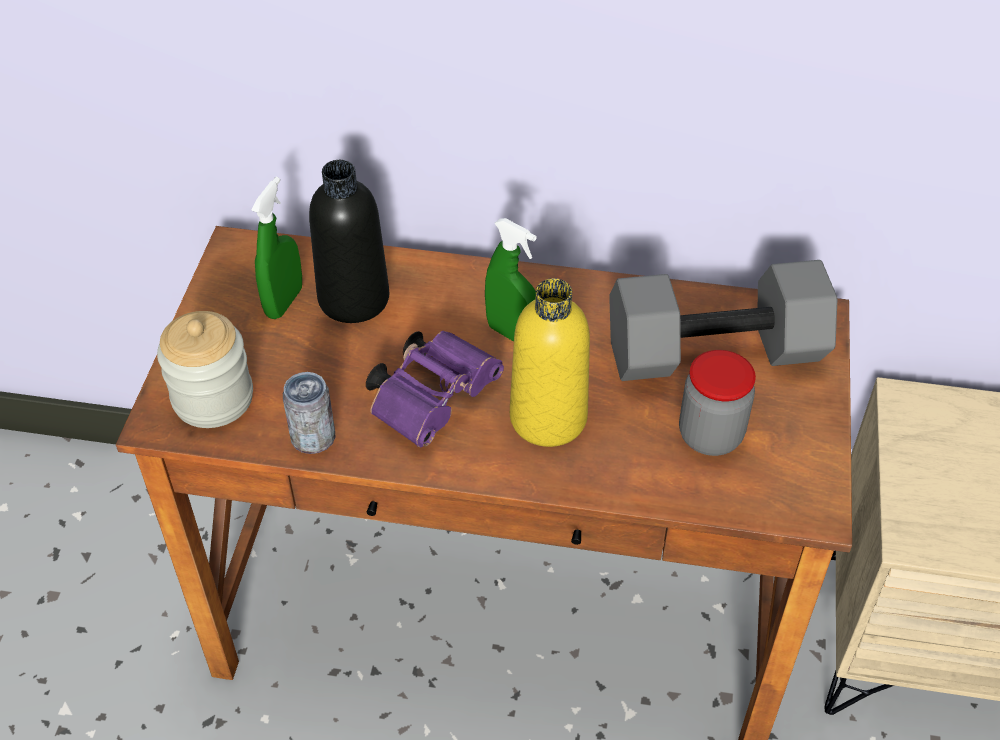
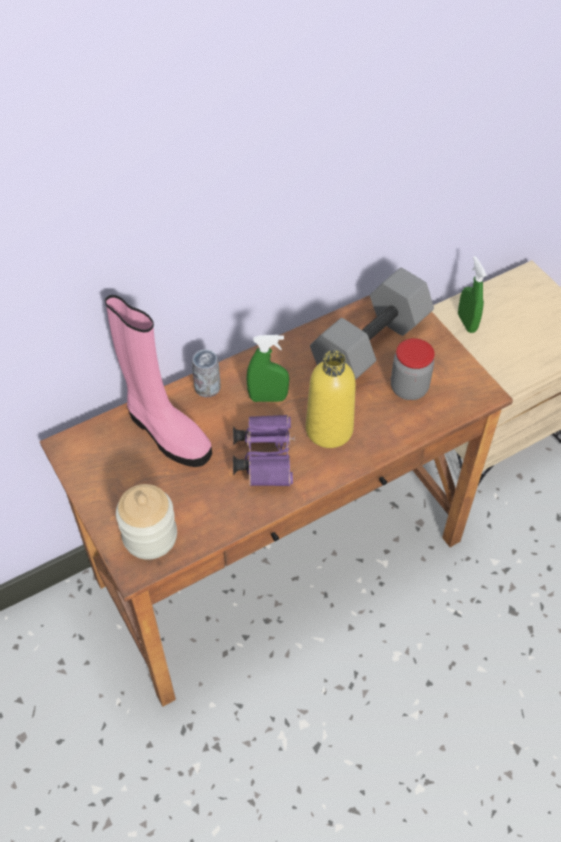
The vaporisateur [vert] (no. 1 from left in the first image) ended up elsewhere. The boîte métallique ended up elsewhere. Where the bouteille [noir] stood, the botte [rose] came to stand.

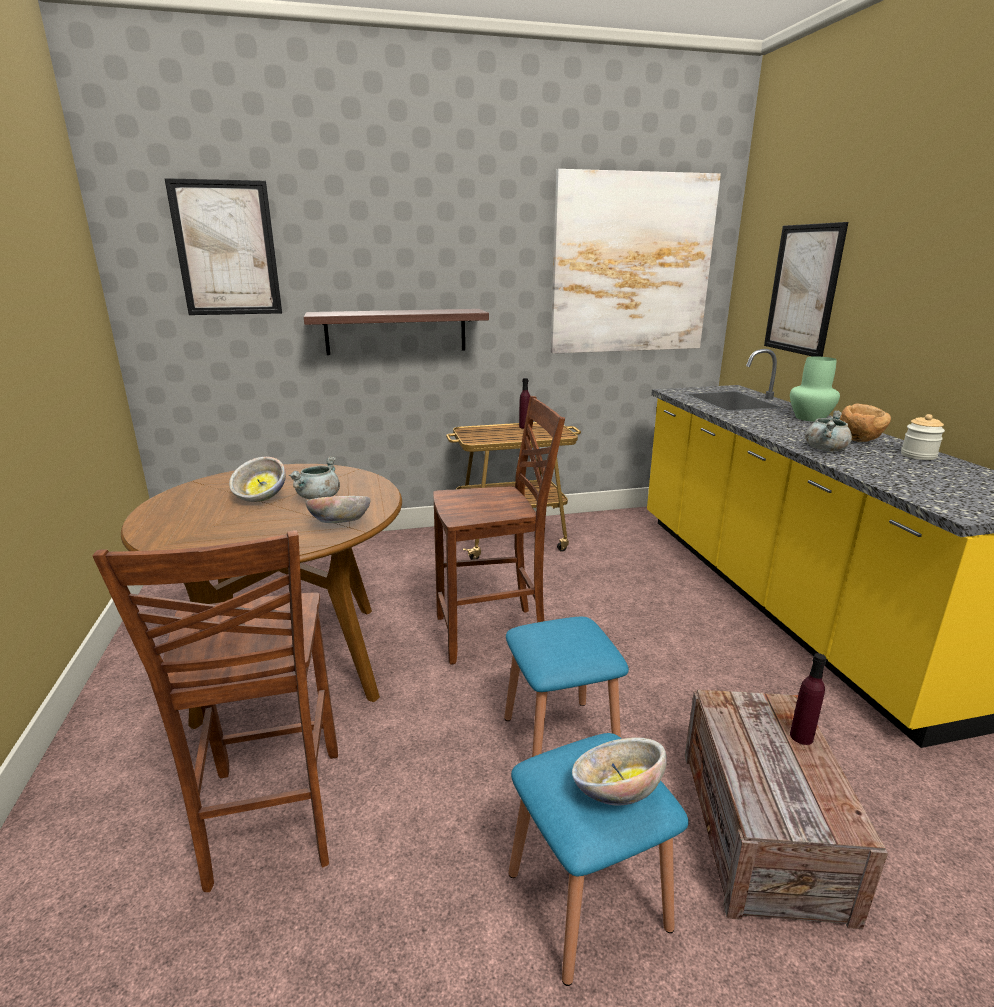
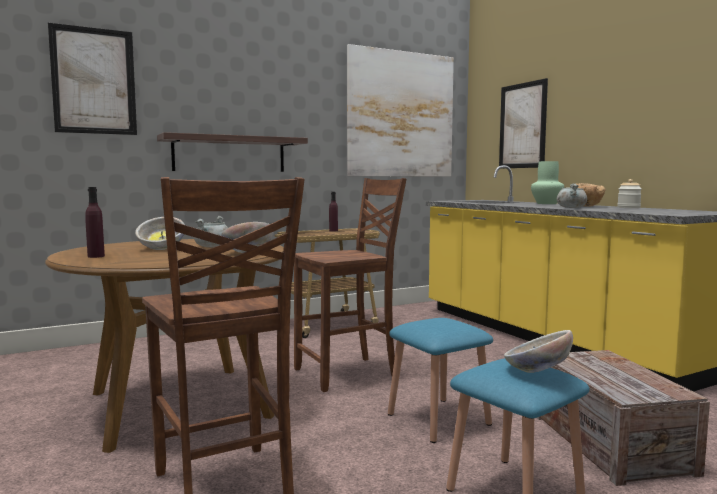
The bouteille [violet] (no. 2 from left in the first image) ended up elsewhere.

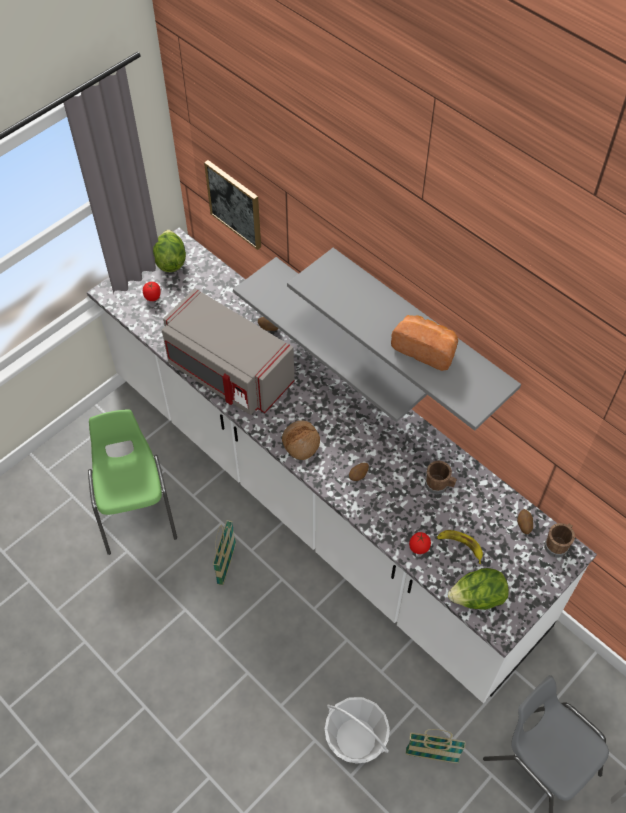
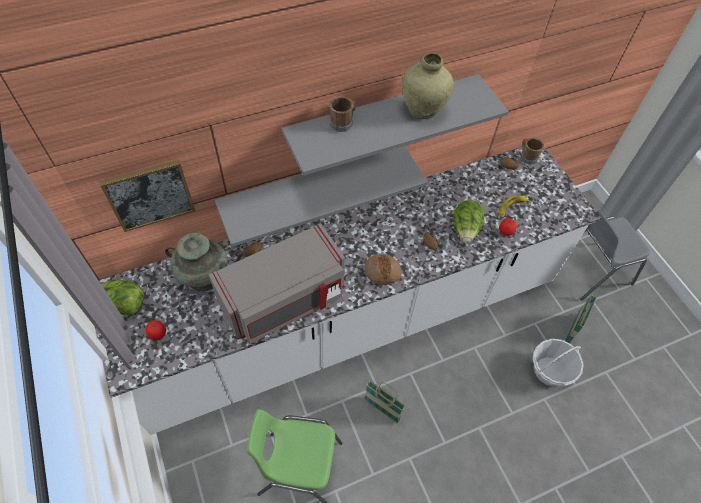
The second view gained the vase [turquoise]. The mug [marron] (no. 1 from left) ended up elsewhere. The laitue (no. 2 from left) ended up elsewhere. Where the pain (no. 2 from left) stood, the vase [beige] came to stand.

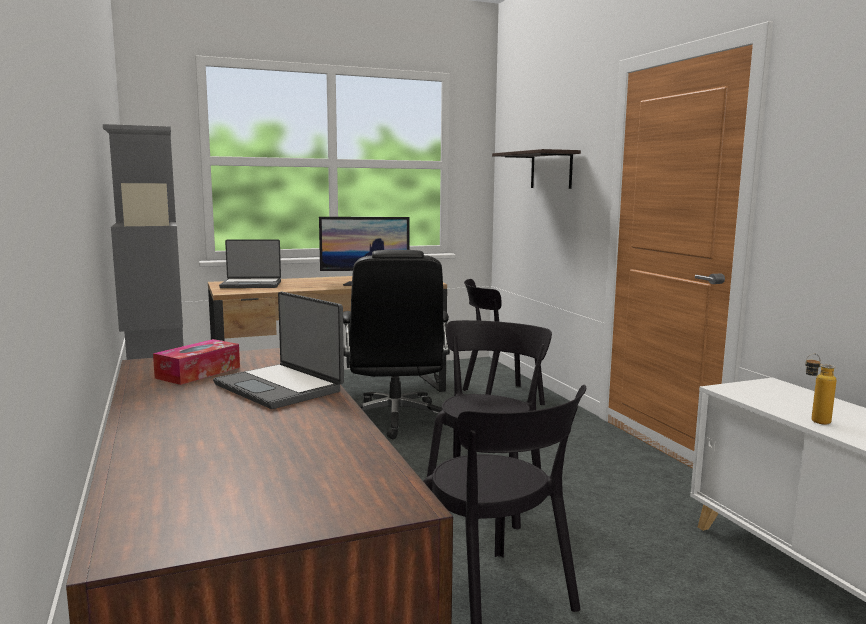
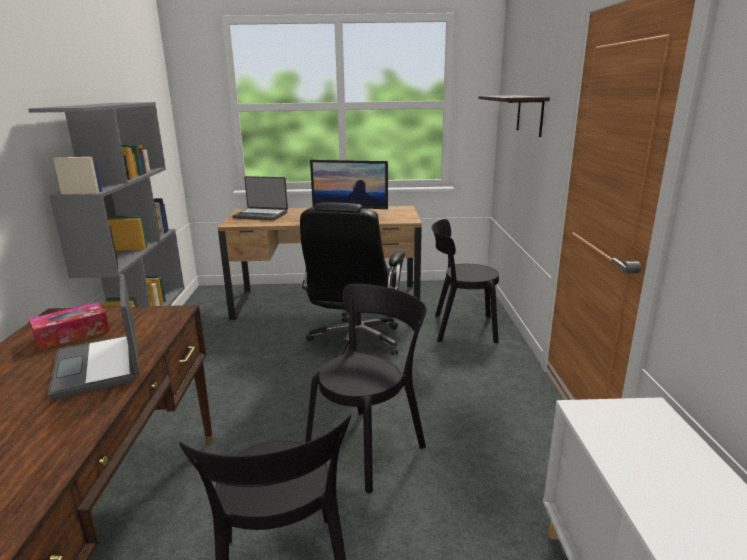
The second view lost the bouteille.

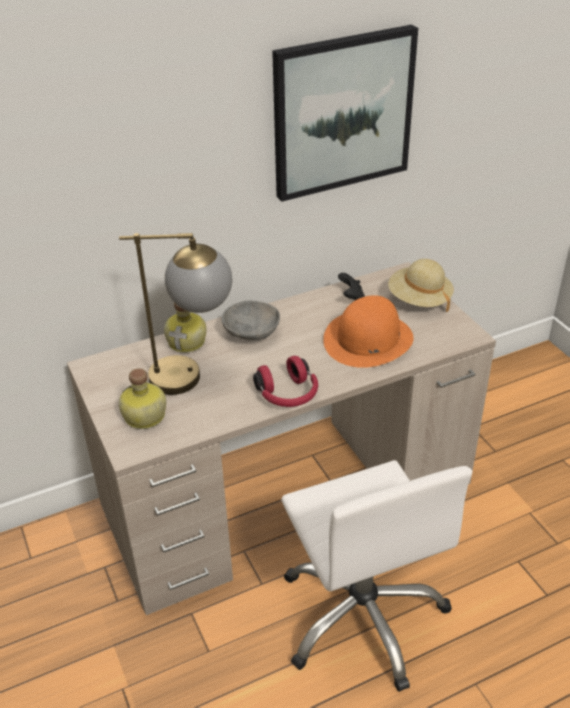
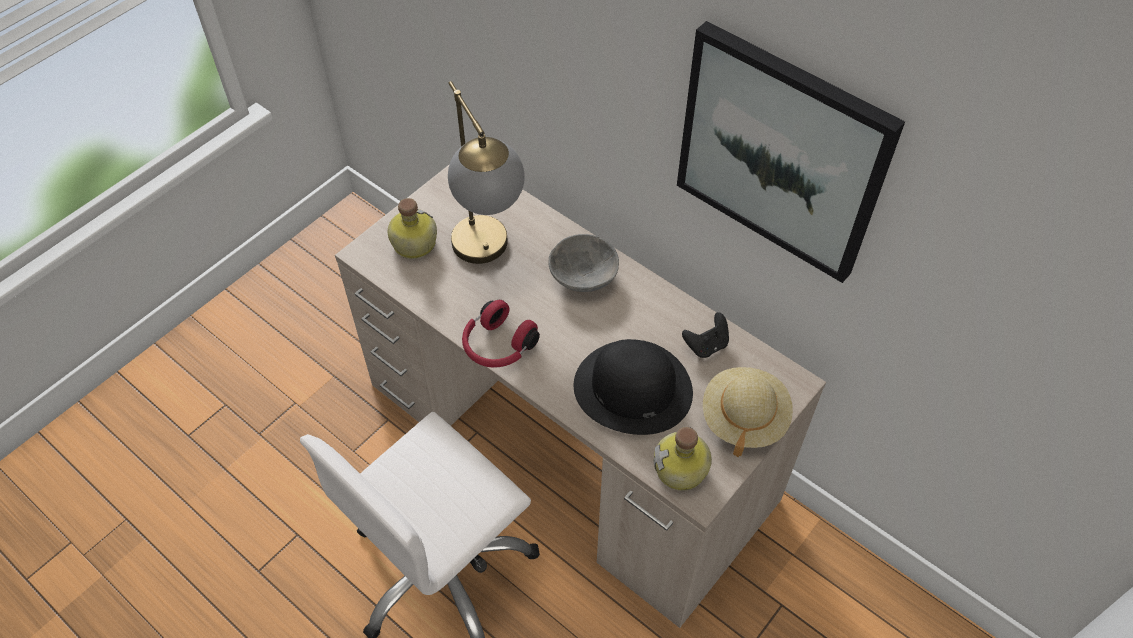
The bouteille (no. 2 from left) ended up elsewhere. What was the chapeau [orange] turned into the chapeau [noir].

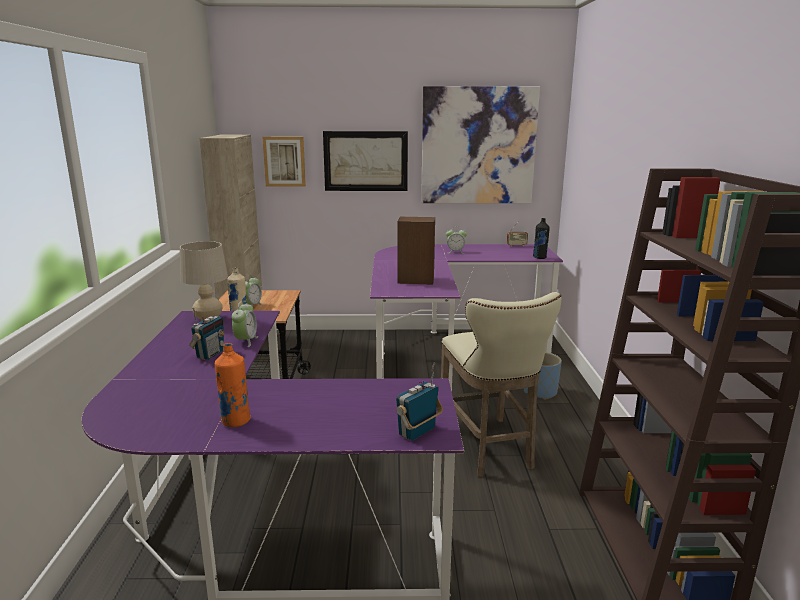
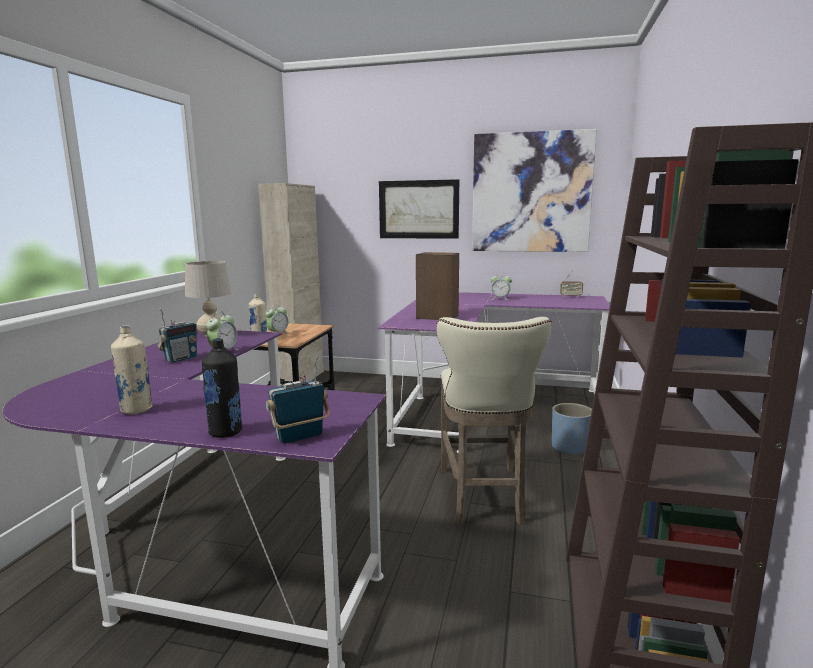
The second view lost the tableau (no. 1 from left). The bouteille [noir] ended up elsewhere. What was the bouteille [orange] turned into the bouteille [beige] (no. 1 from left).

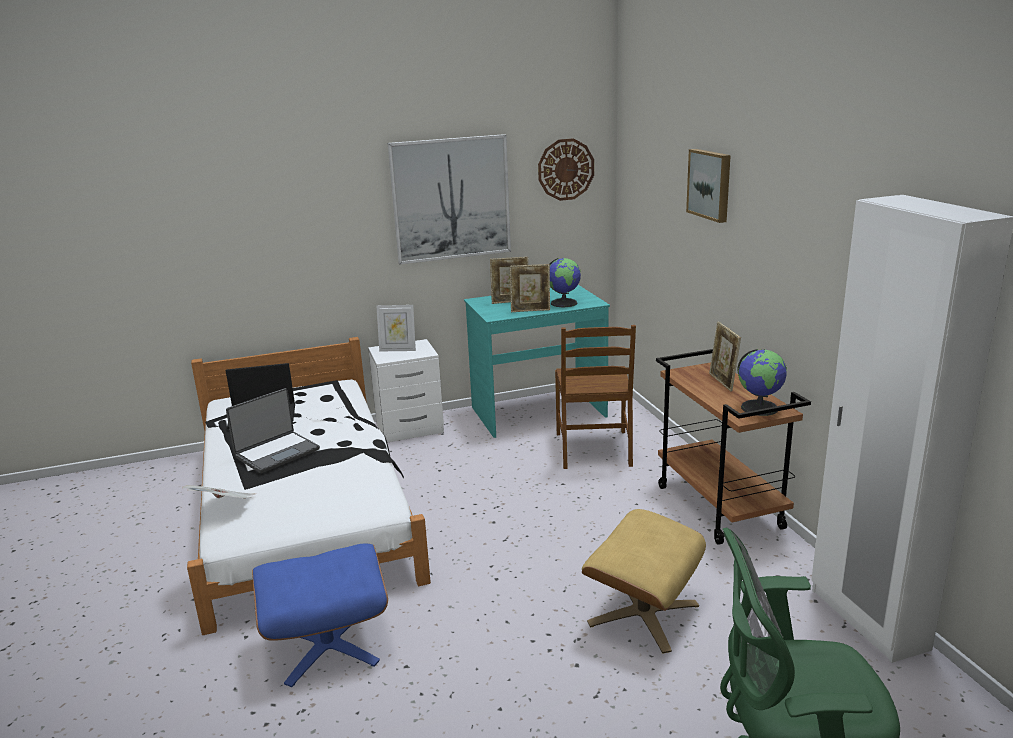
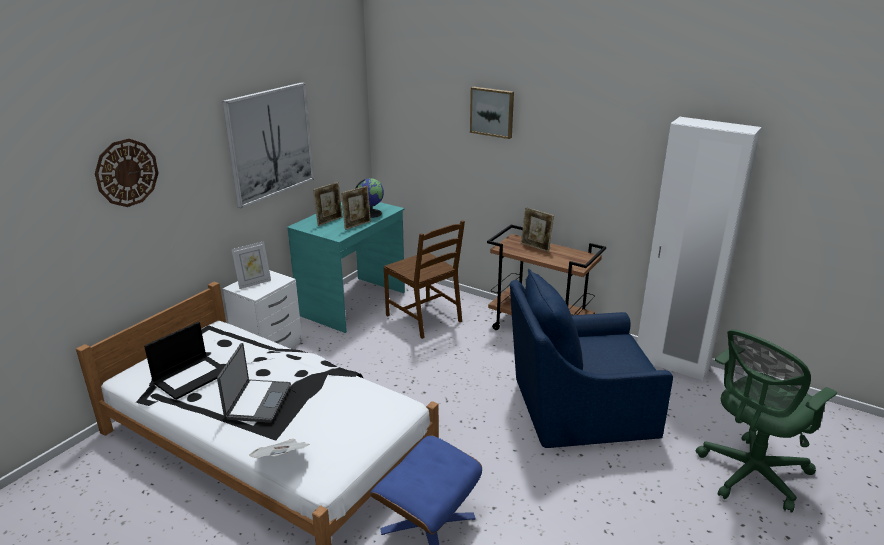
The second view lost the globe (no. 2 from left). The horloge murale ended up elsewhere. Where the pouf [beige] stood, the fauteuil [bleu] came to stand.

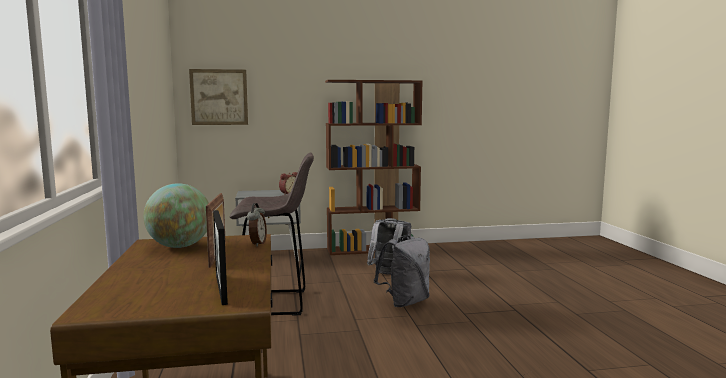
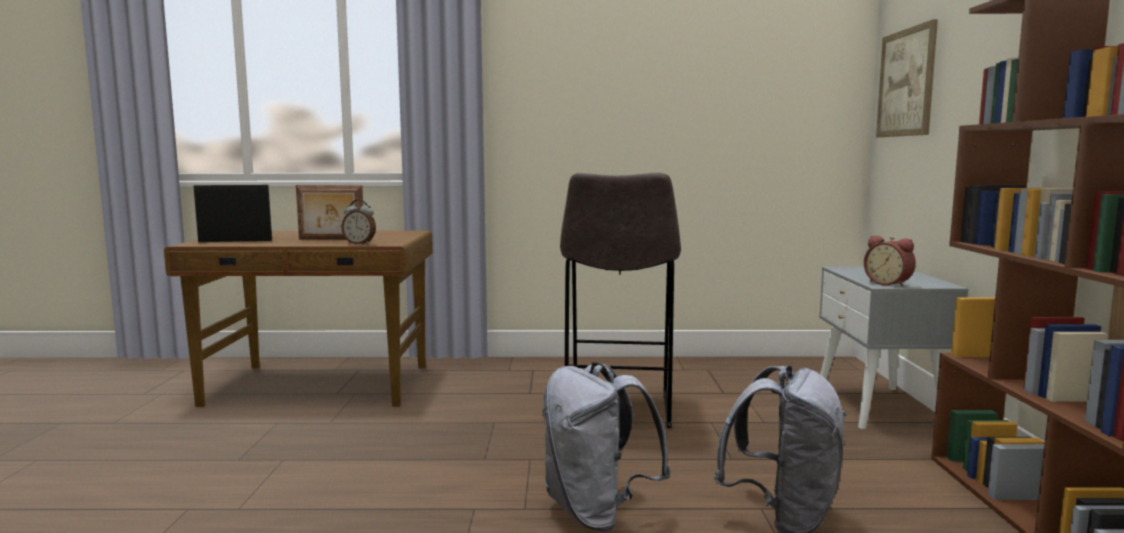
The second view lost the globe.

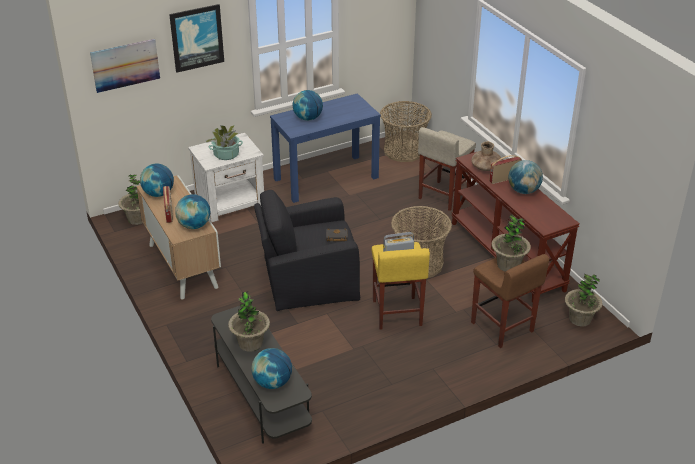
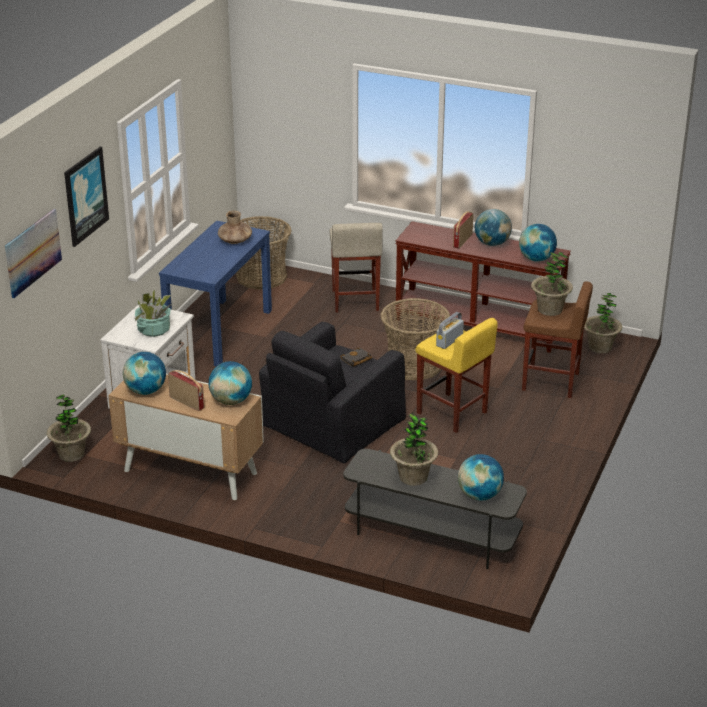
The globe (no. 4 from left in the first image) ended up elsewhere. The vase [marron] ended up elsewhere.

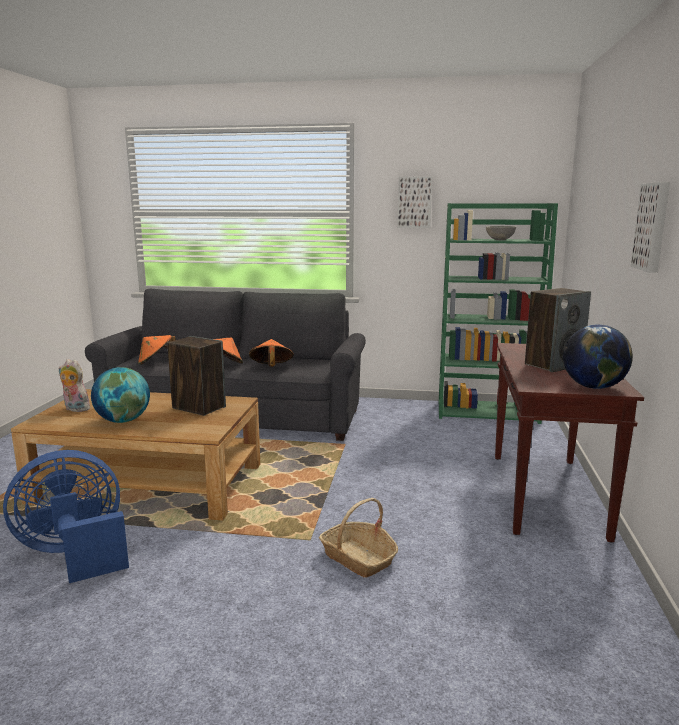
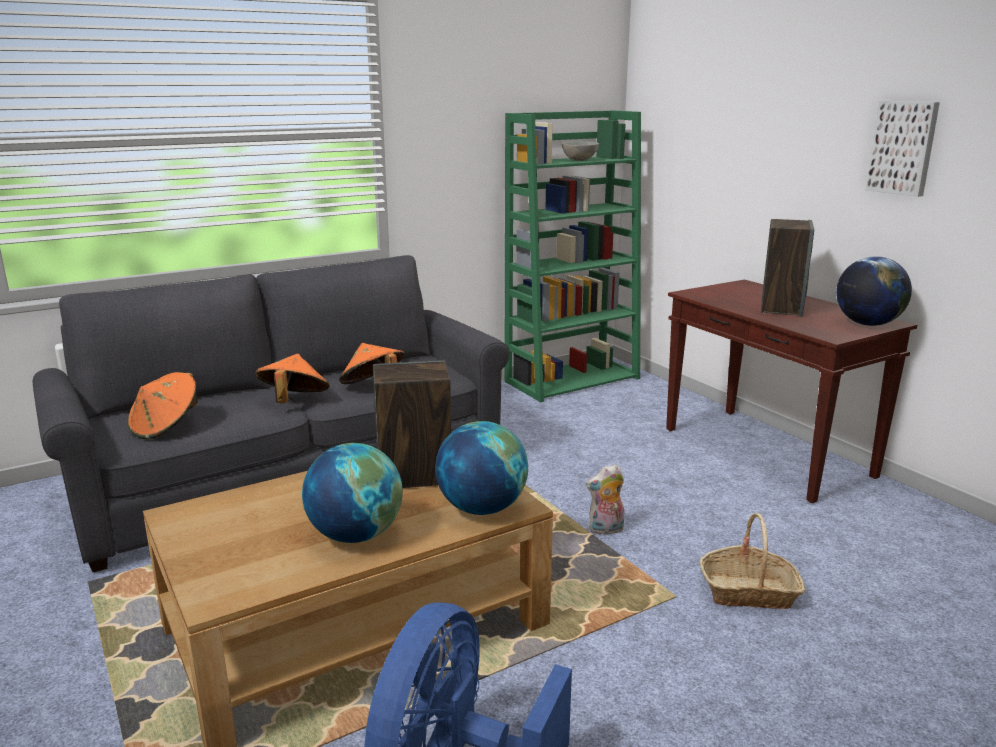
The second view lost the tableau (no. 1 from left). The second view gained the globe (no. 2 from left). The peluche ended up elsewhere.

